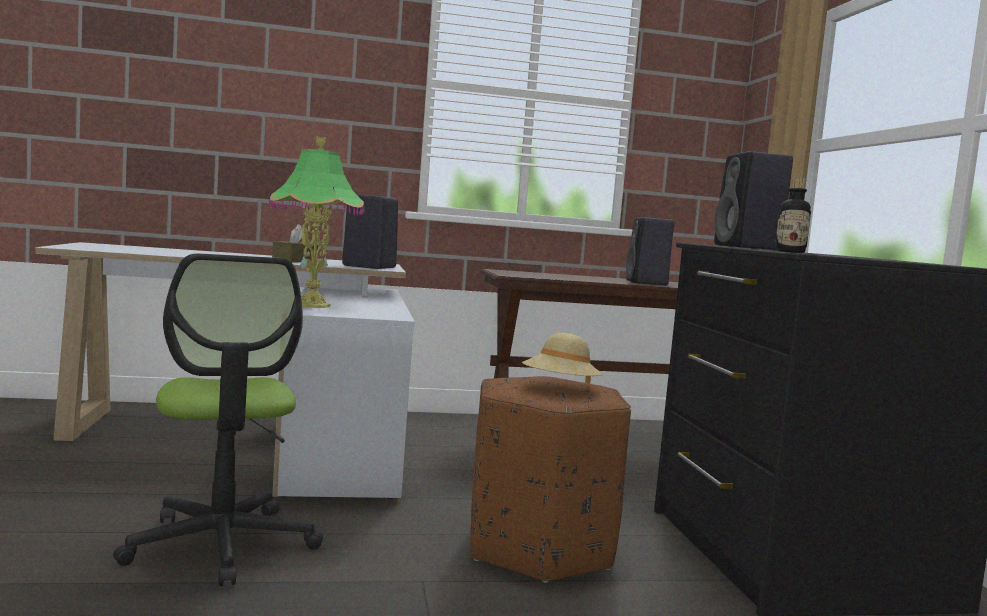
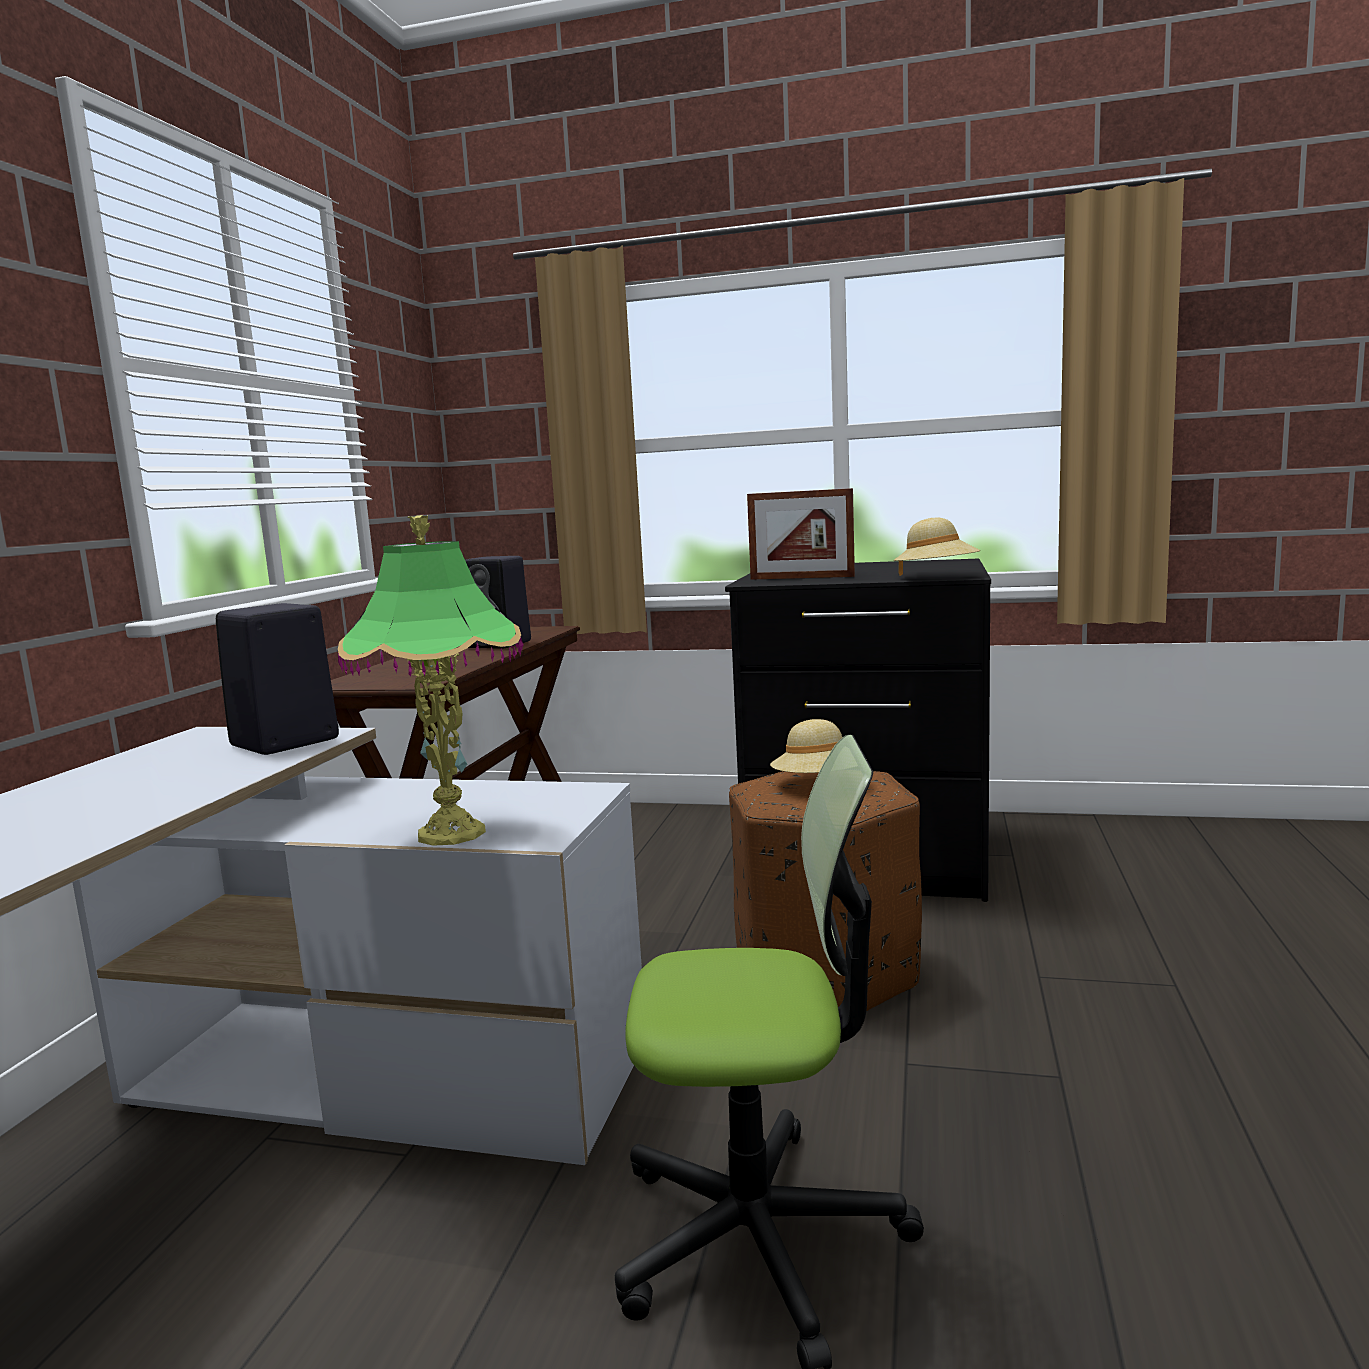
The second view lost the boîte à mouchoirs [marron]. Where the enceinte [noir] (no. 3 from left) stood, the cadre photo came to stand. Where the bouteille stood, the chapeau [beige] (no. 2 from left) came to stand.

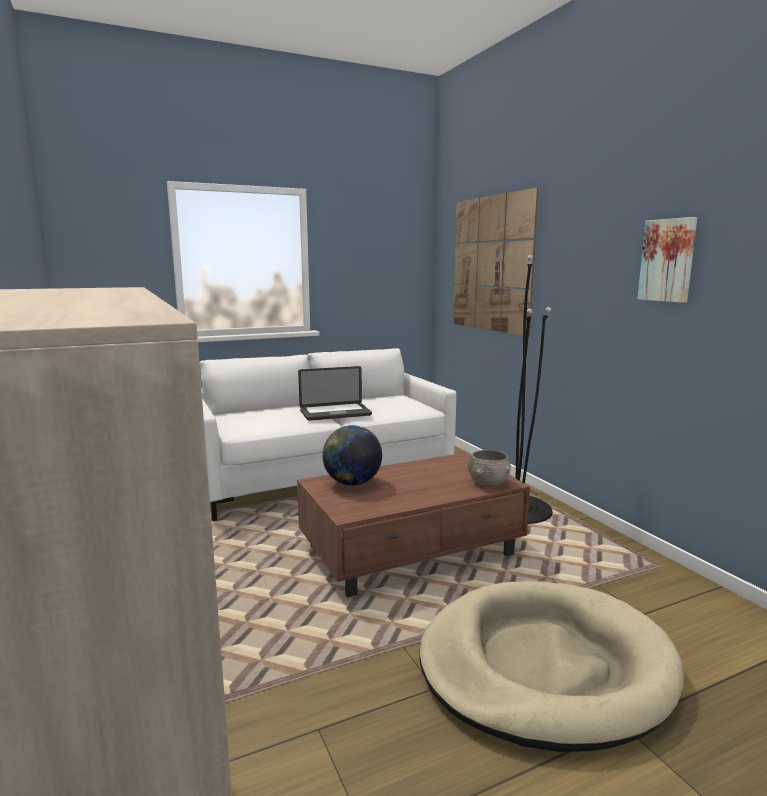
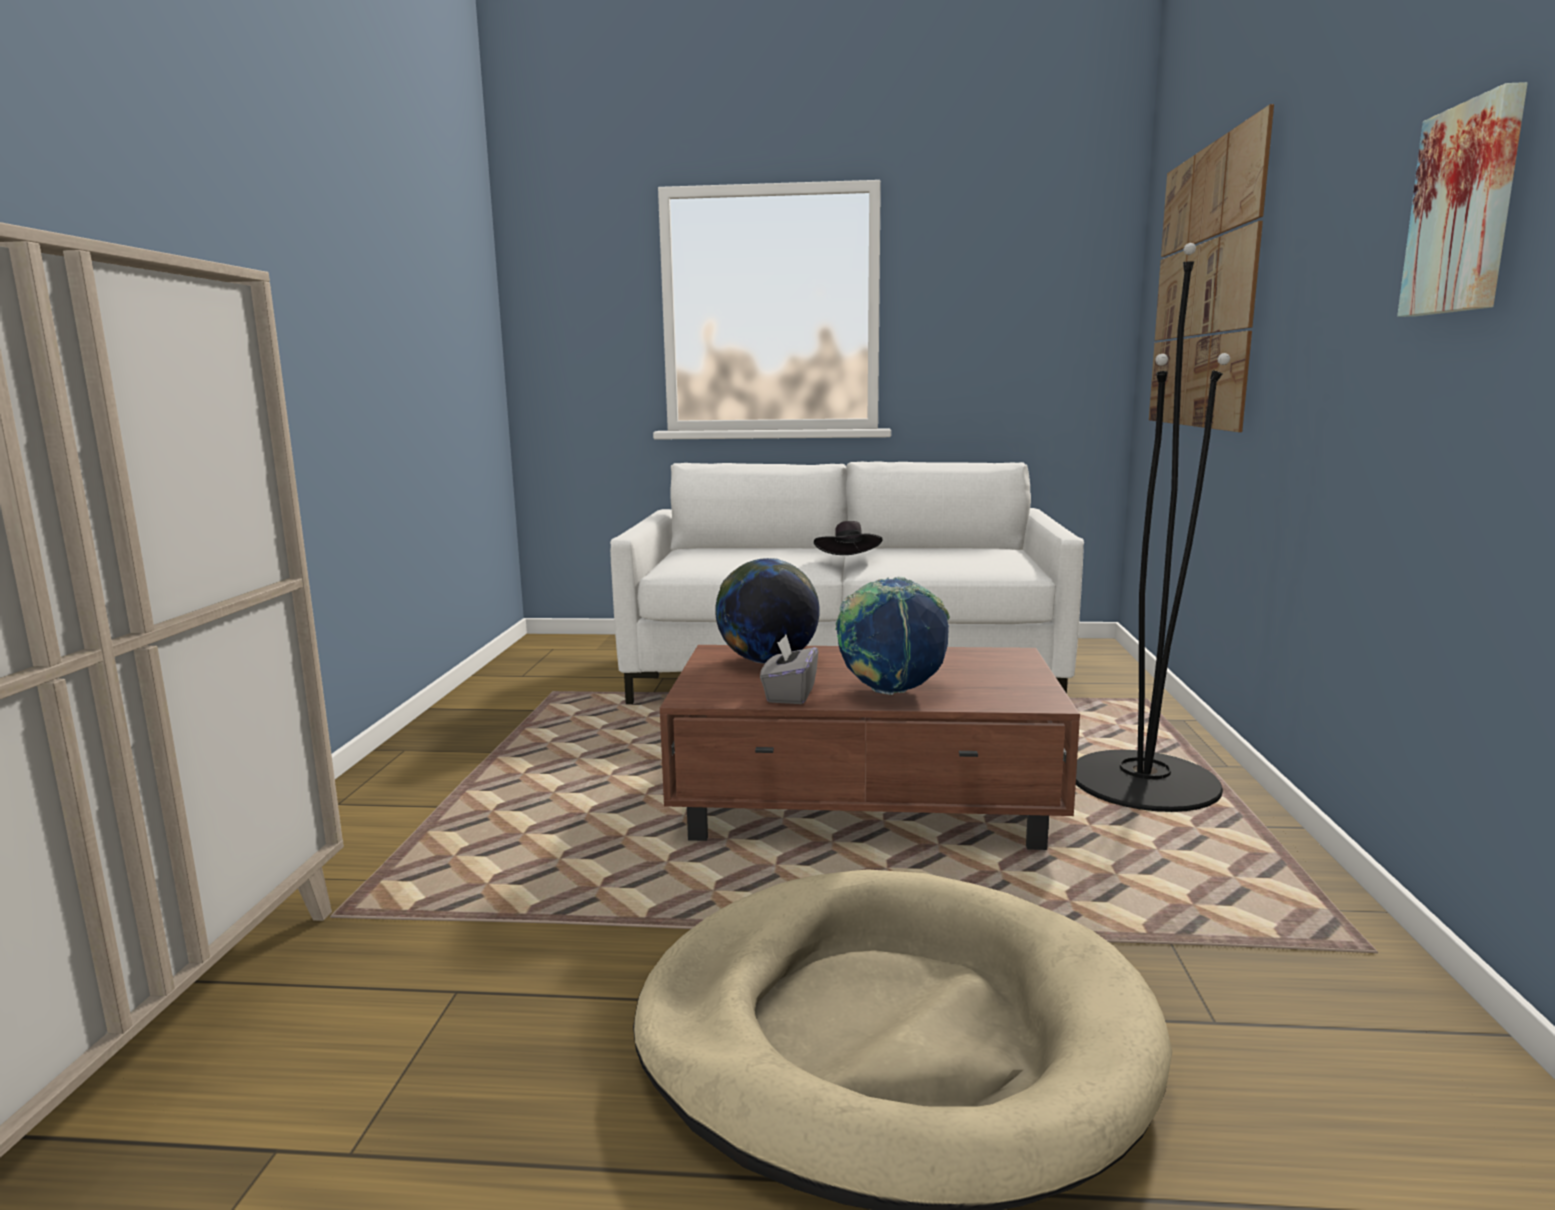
The second view lost the bol [gris]. The second view gained the boîte à mouchoirs [gris]. The second view gained the globe (no. 2 from left). Where the ordinateur portable stood, the chapeau [noir] came to stand.

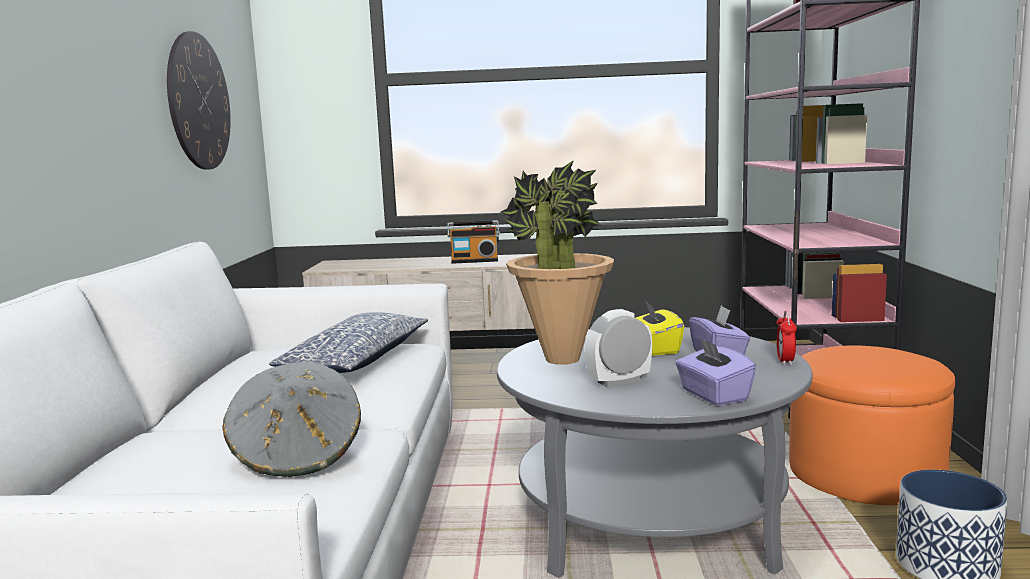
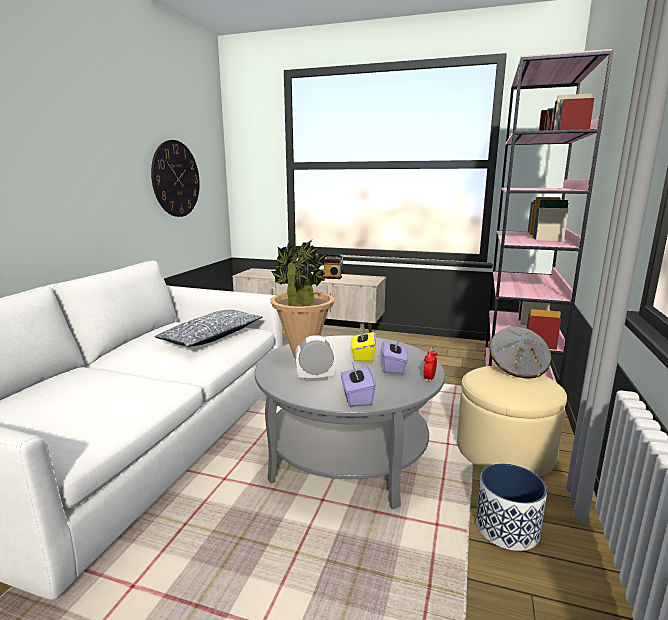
The chapeau [gris] ended up elsewhere. What was the pouf [orange] turned into the pouf [beige].

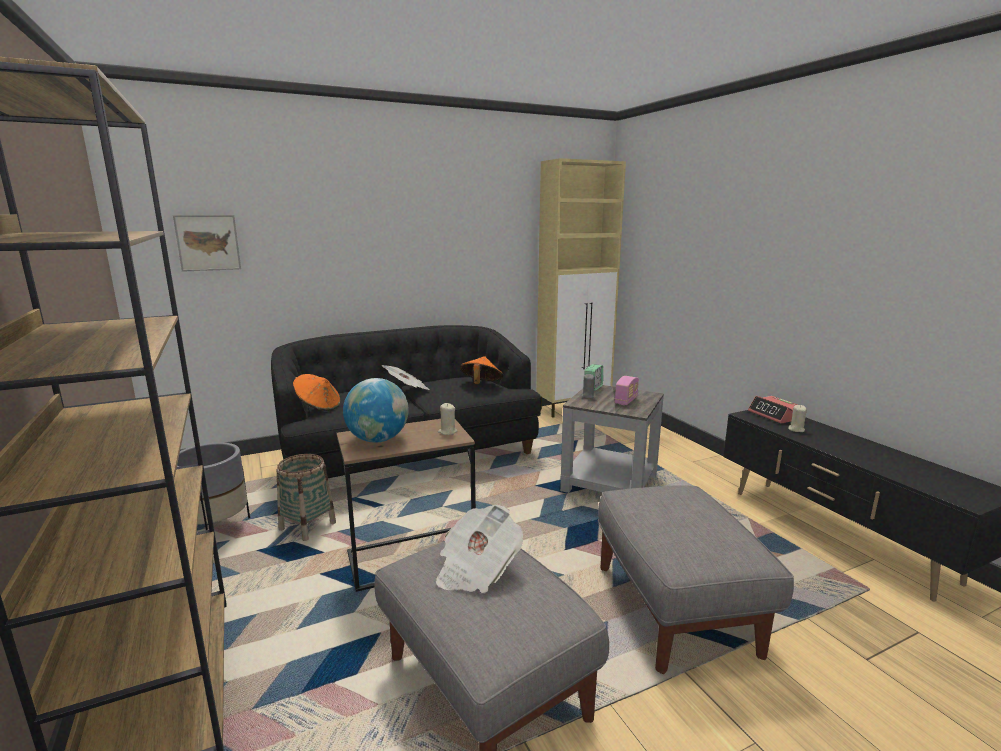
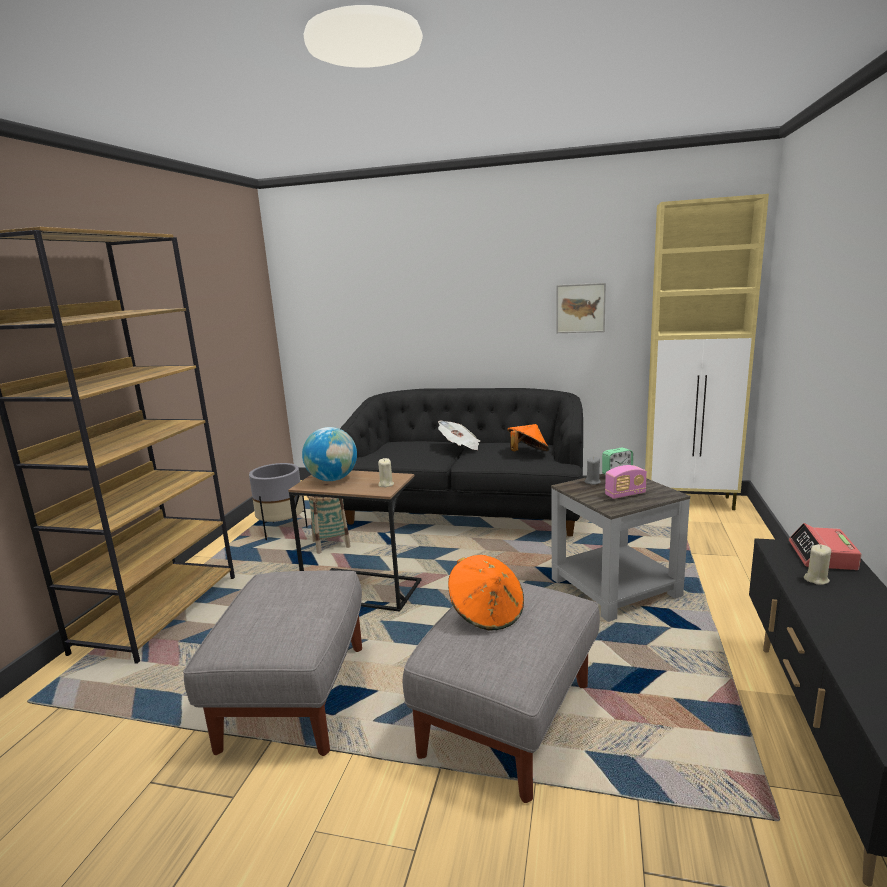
The second view lost the journal (no. 2 from left). The tableau ended up elsewhere. The chapeau [orange] (no. 1 from left) ended up elsewhere.

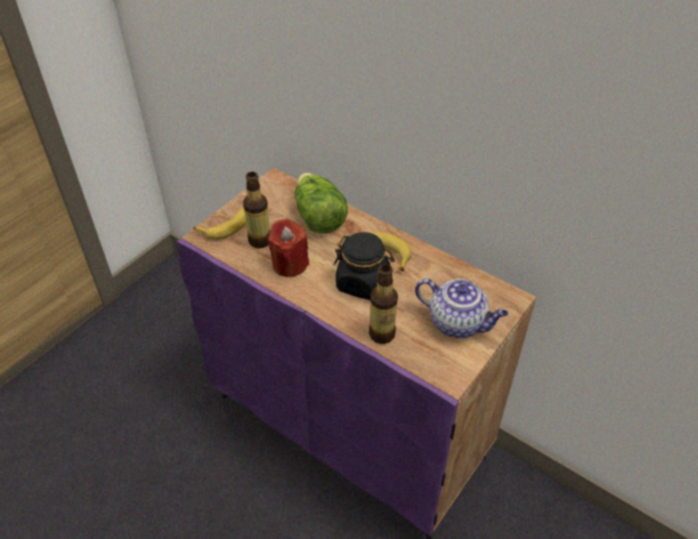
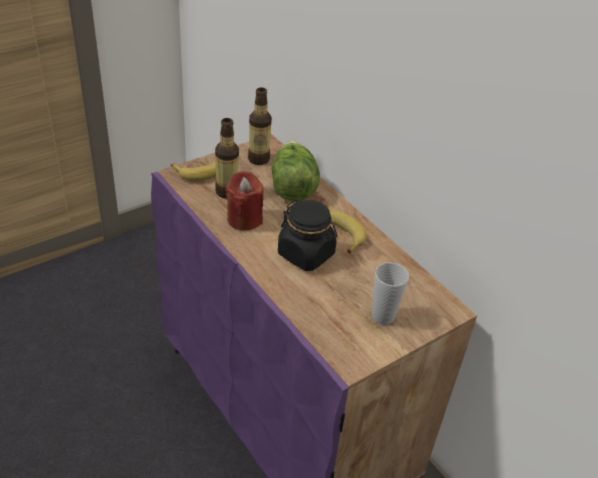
The bouteille (no. 2 from left) ended up elsewhere. Where the théière stood, the tasse came to stand.

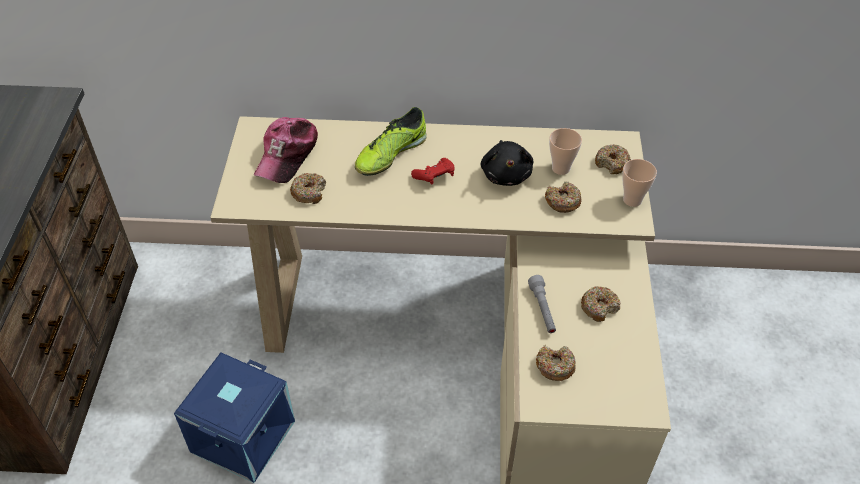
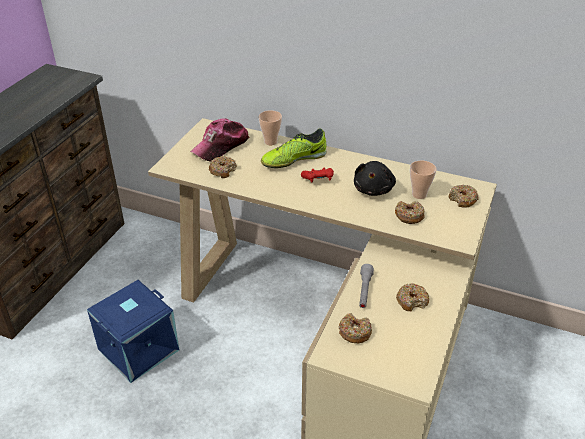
The tasse (no. 2 from left in the first image) ended up elsewhere.

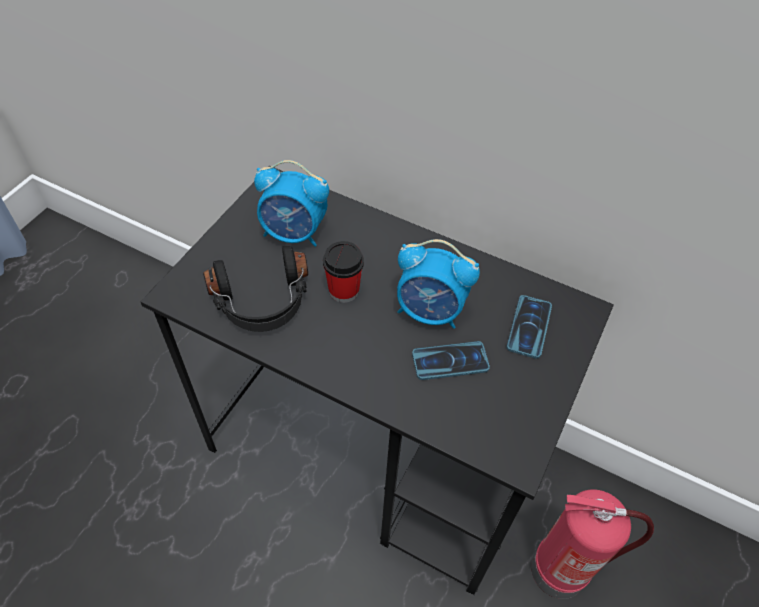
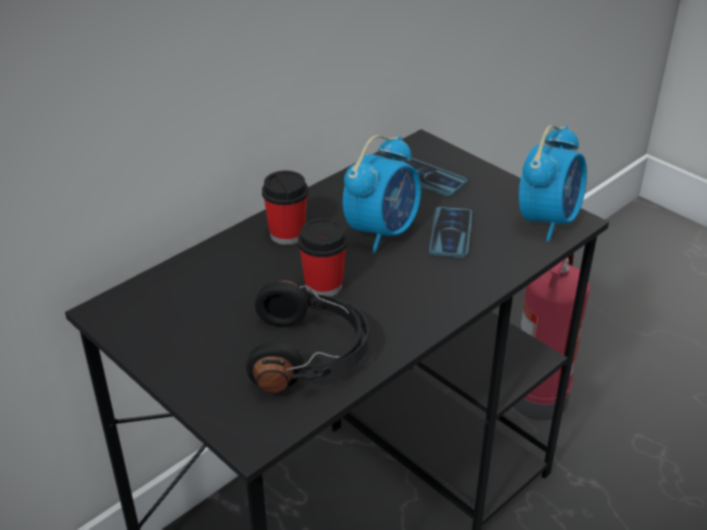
The second view gained the tasse (no. 1 from left). The réveil (no. 1 from left in the first image) ended up elsewhere.

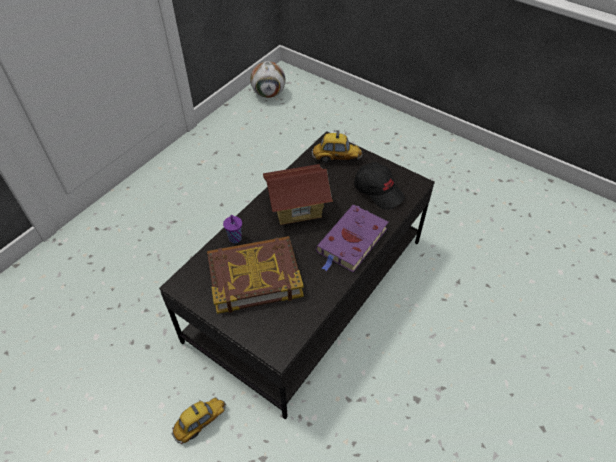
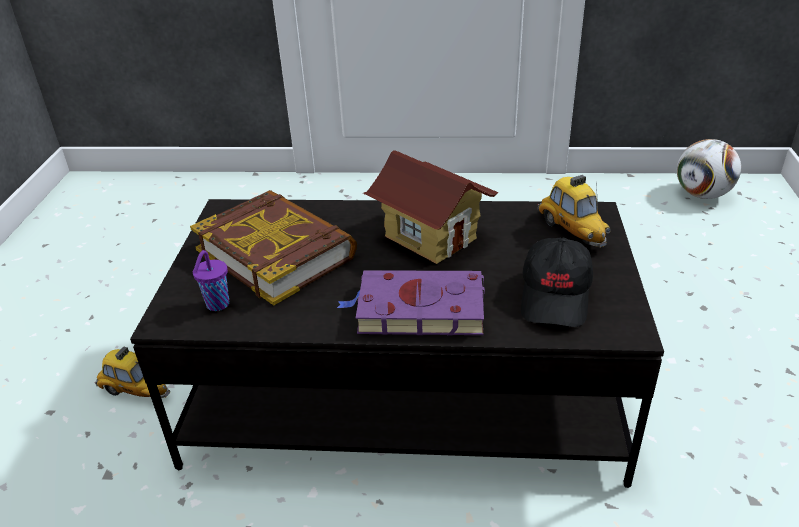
The tasse [violet] ended up elsewhere.

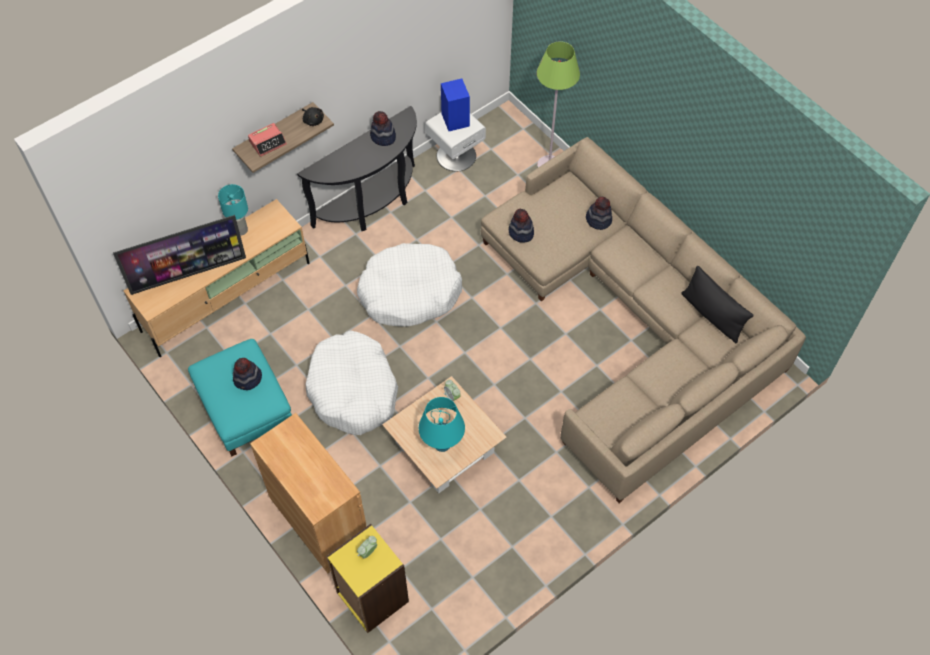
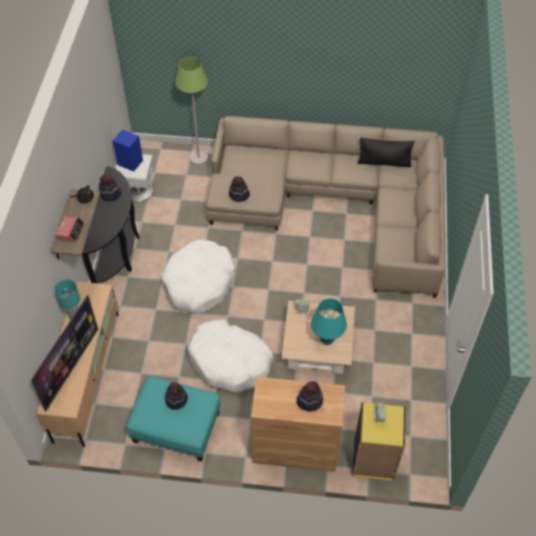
The chapeau (no. 4 from left) ended up elsewhere.

